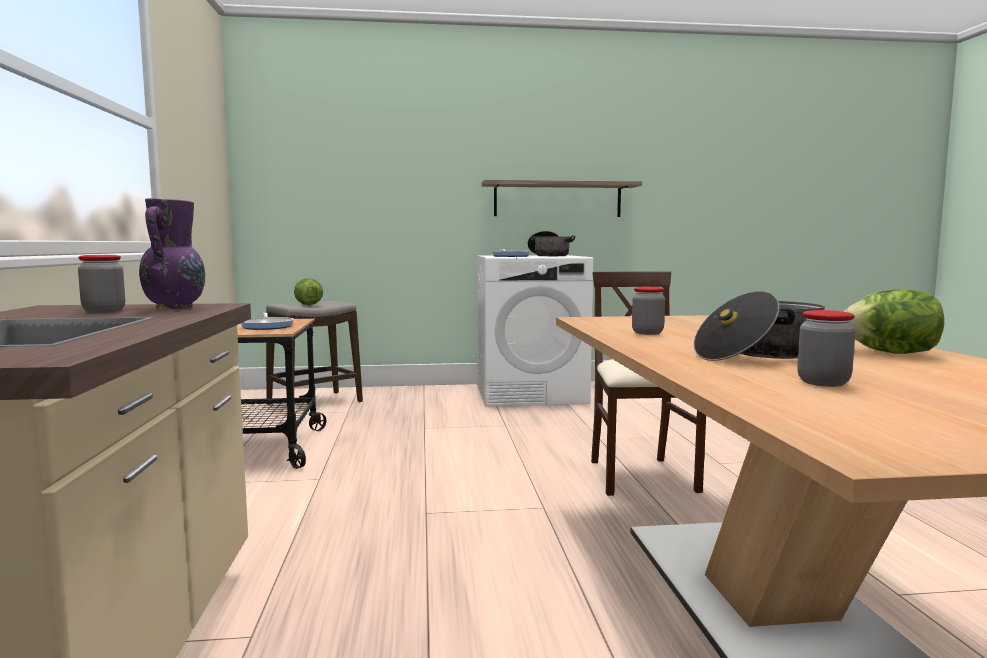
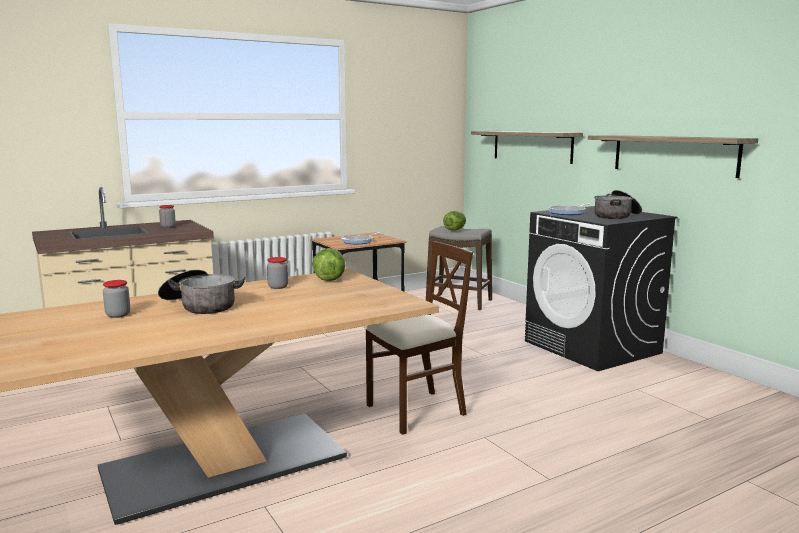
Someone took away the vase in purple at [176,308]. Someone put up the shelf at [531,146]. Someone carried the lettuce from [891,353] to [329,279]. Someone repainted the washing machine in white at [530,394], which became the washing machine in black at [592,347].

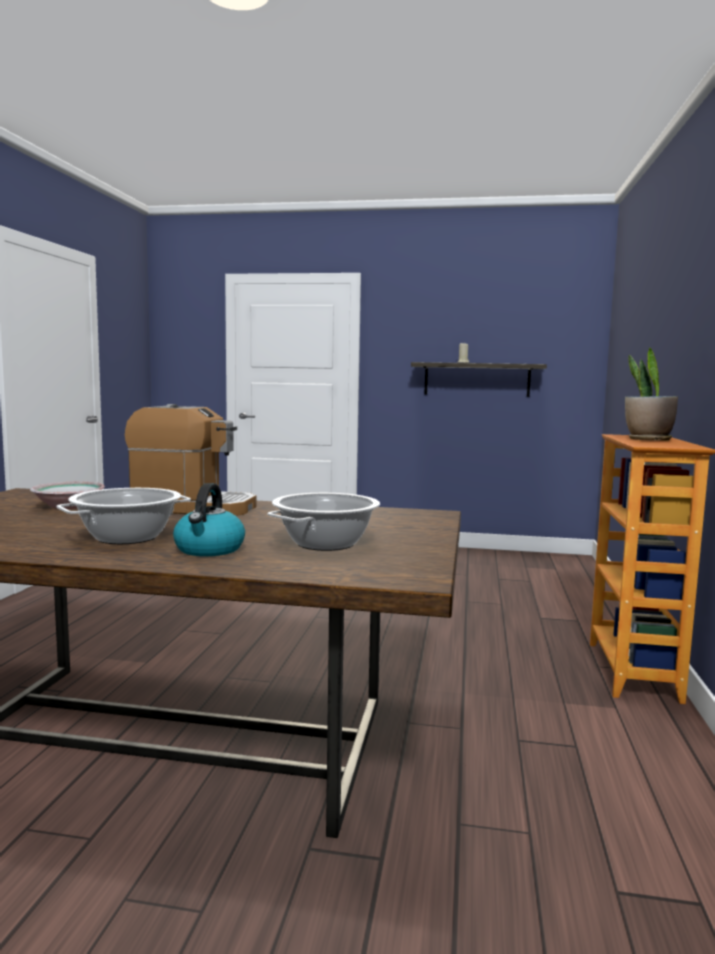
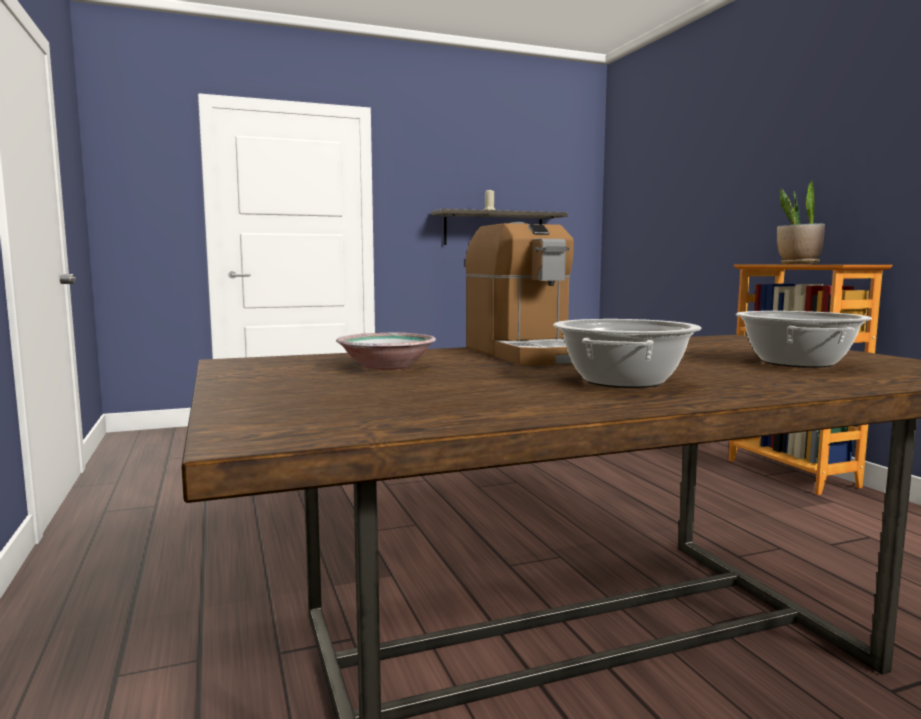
Someone took away the kettle at [209,549]. Someone rotated the coffee machine at [193,508] by 90 degrees clockwise.

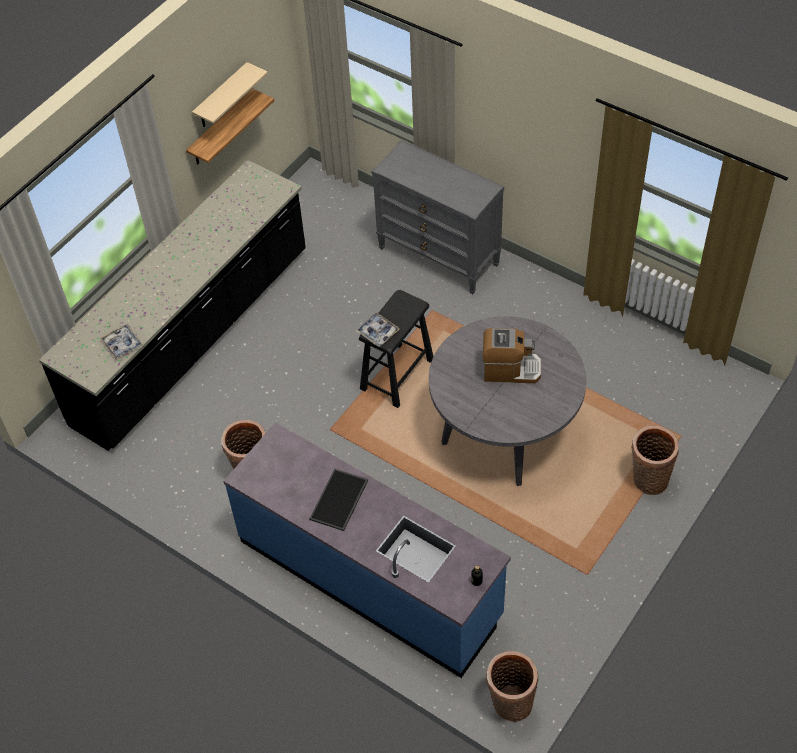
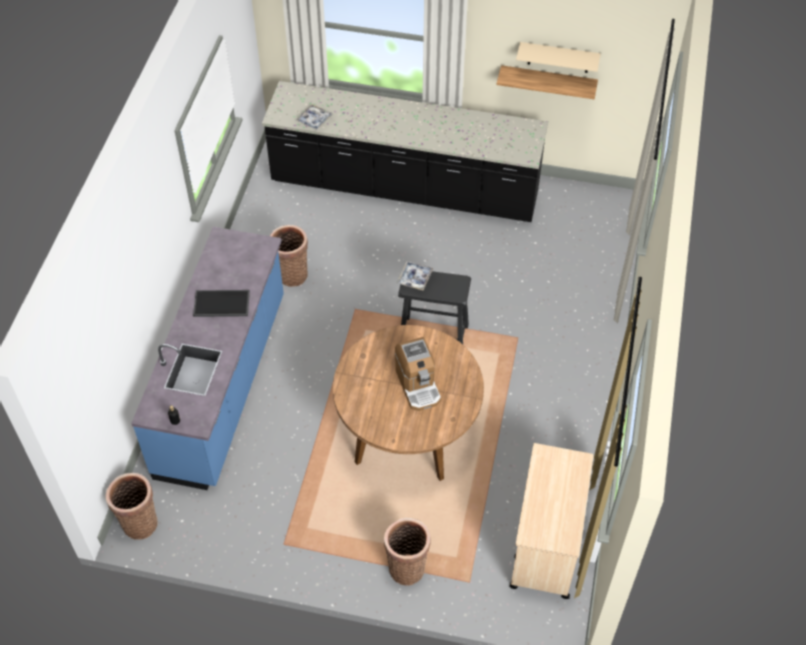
Someone took away the dresser in grey at [439,256]. Someone put down the cart in beige at [546,544]. Someone repainted the dining table in grey at [504,433], which became the dining table in brown at [407,435].

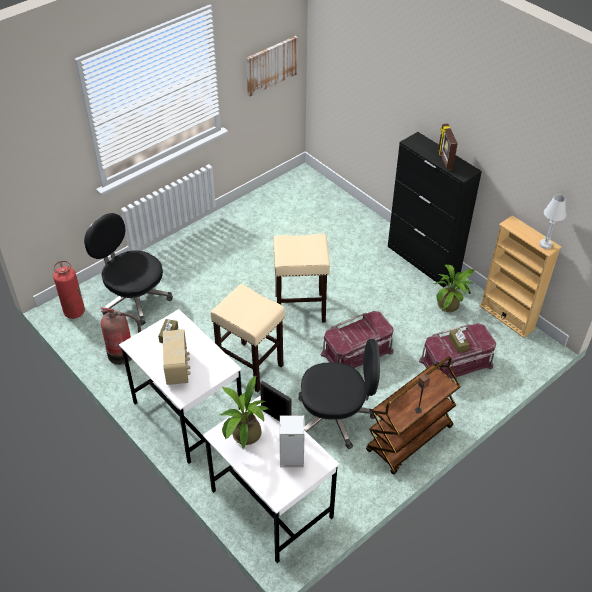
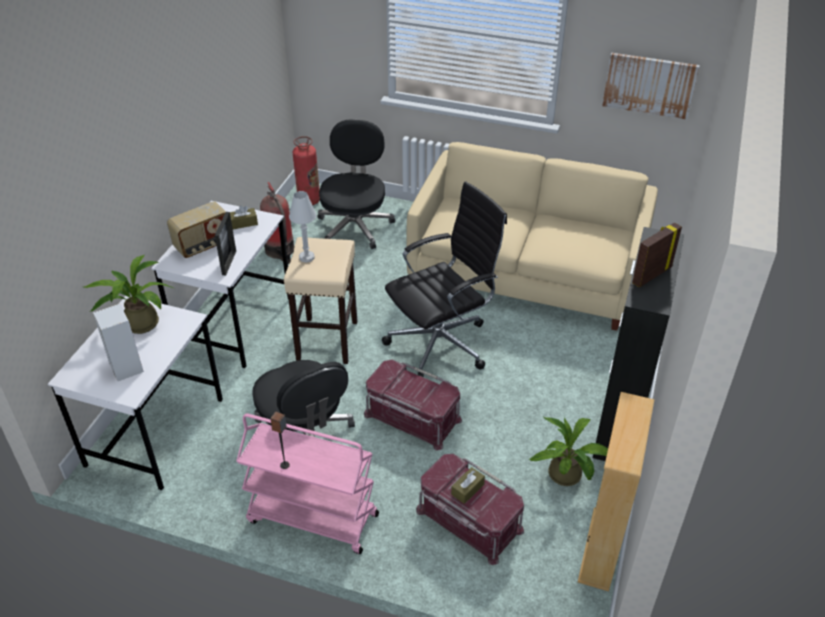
Someone put down the sofa in beige at [527,273]. Someone carried the picture frame from [276,417] to [229,263]. Someone carried the table lamp in white from [545,244] to [306,257]. Someone swapped the stool in beige at [300,308] for the office chair in black at [442,343]. Someone repainted the cart in brown at [409,440], which became the cart in pink at [311,518].

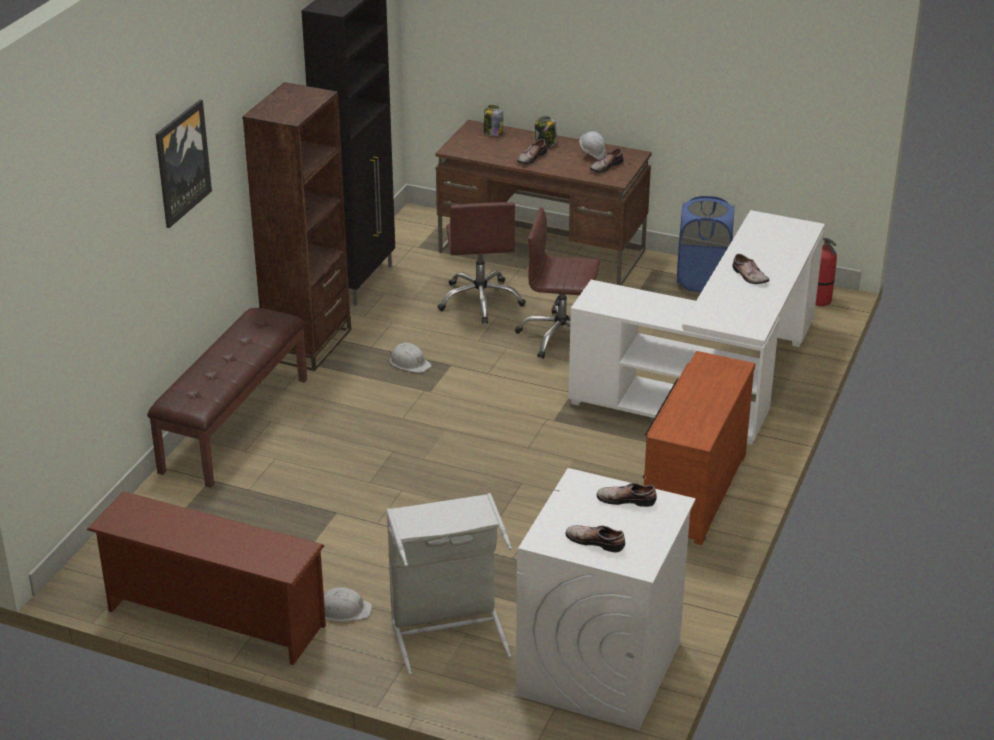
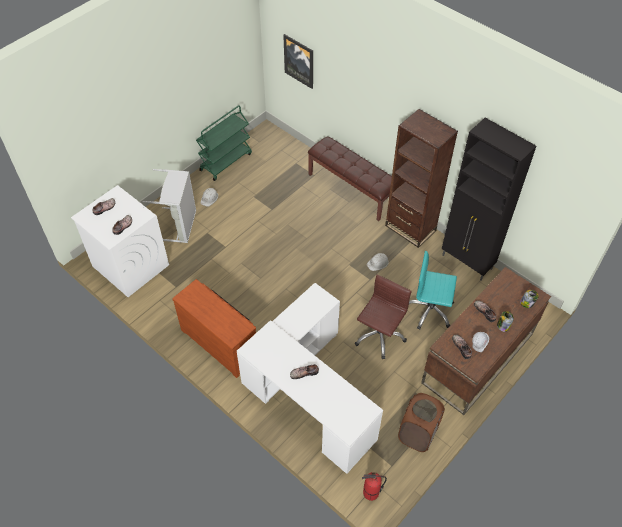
Someone carried the picture from [181,163] to [299,61]. Someone swapped the shoe rack in brown at [213,619] for the cart in green at [226,161]. Someone repainted the office chair in brown at [481,301], which became the office chair in turquoise at [429,310]. Someone repainted the laundry basket in blue at [703,280], which became the laundry basket in brown at [417,434].

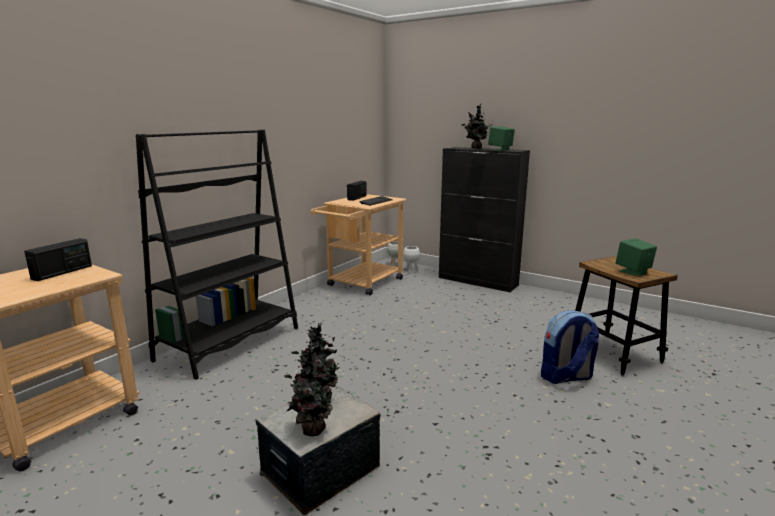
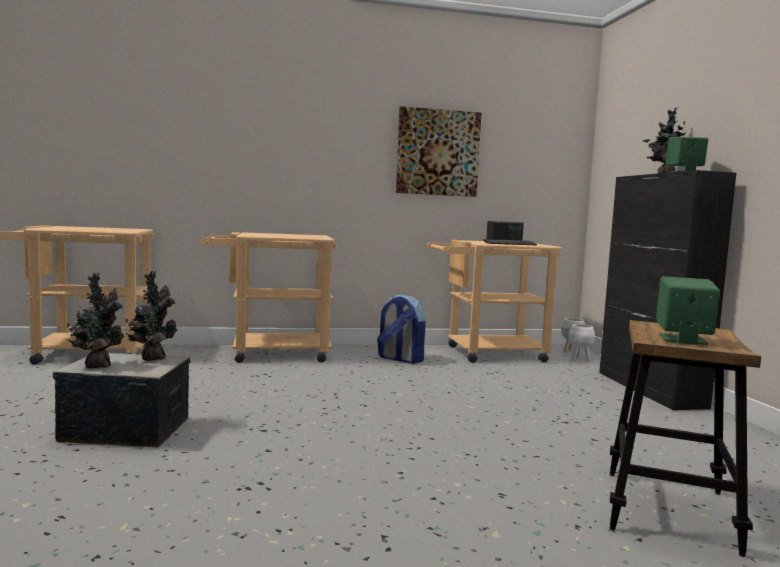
Someone took away the radio at [62,272]. Someone put up the picture at [437,152]. Someone carried the backpack from [566,377] to [399,359]. Someone swapped the bookcase in black at [230,343] for the cart in beige at [270,353].

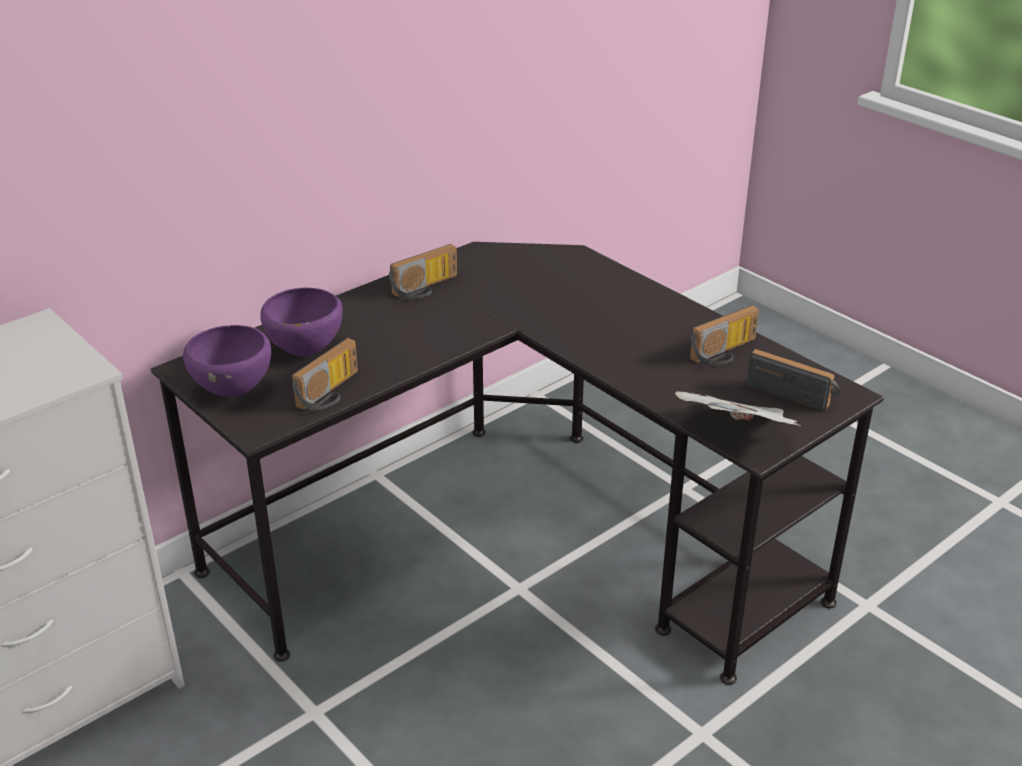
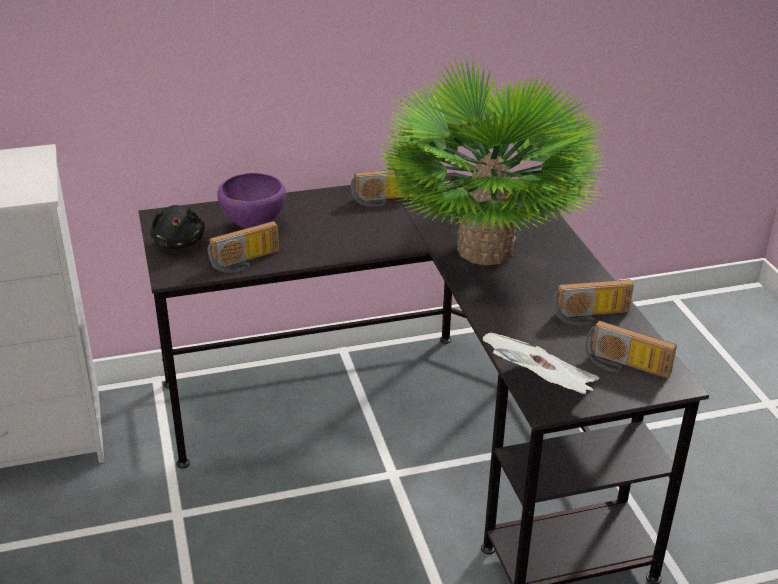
Someone put down the potted plant at [485,250]. Someone swapped the bowl in purple at [234,392] for the plush toy in black at [179,243]. Someone rotated the radio at [793,392] by 150 degrees clockwise.

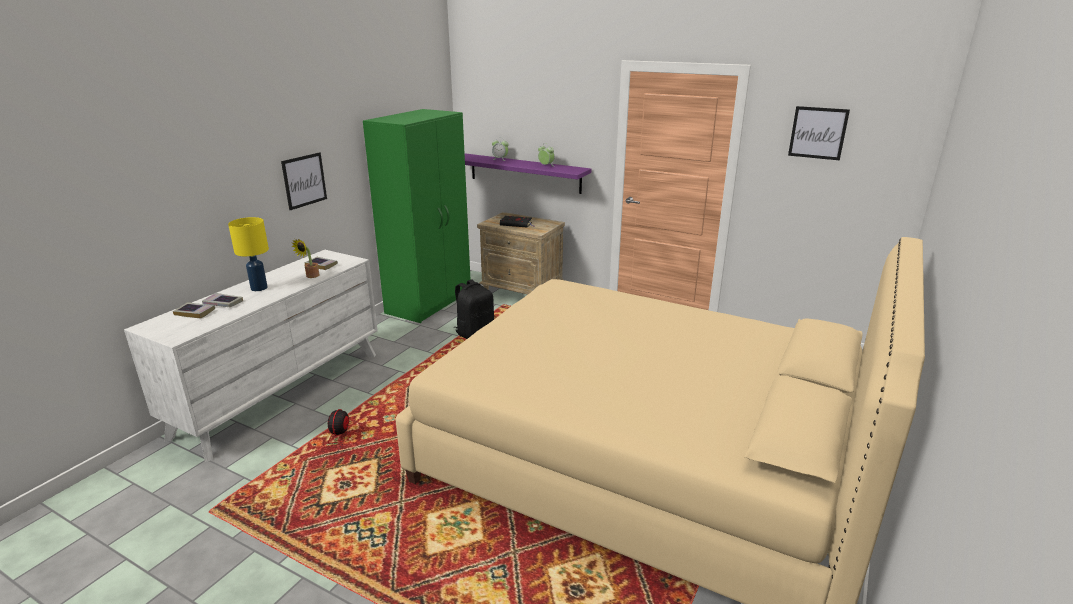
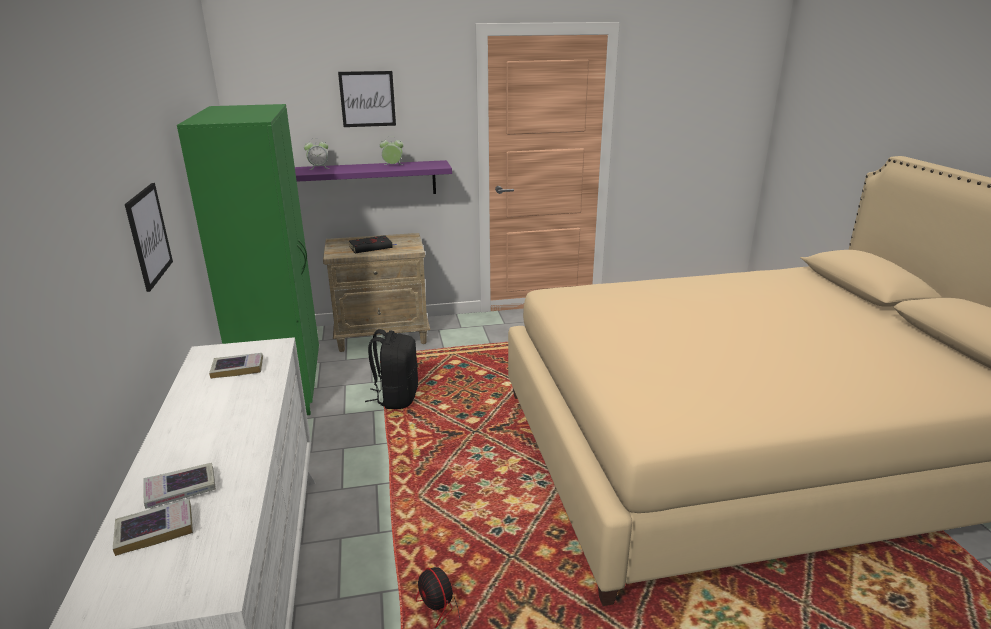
Someone took away the table lamp in yellow at [259,288]. Someone took away the potted plant at [310,276]. Someone carried the picture from [818,133] to [367,99].

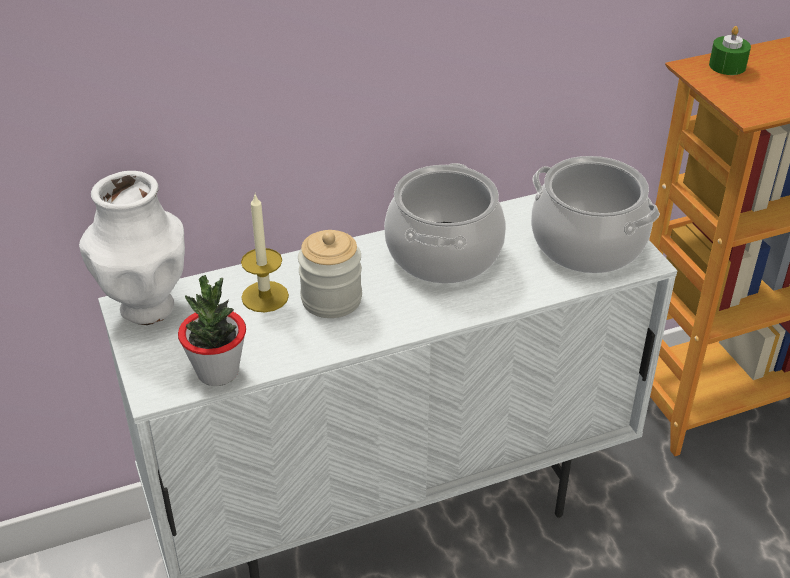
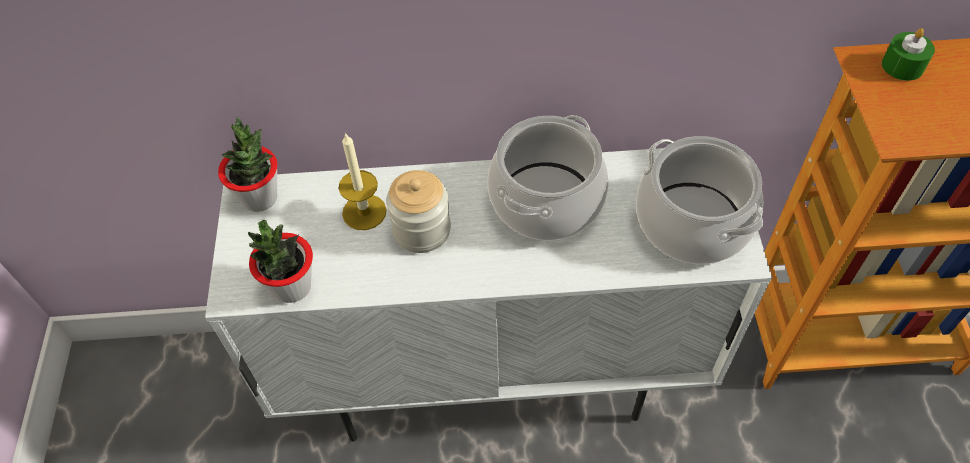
Someone swapped the vase in white at [147,306] for the potted plant at [260,198].

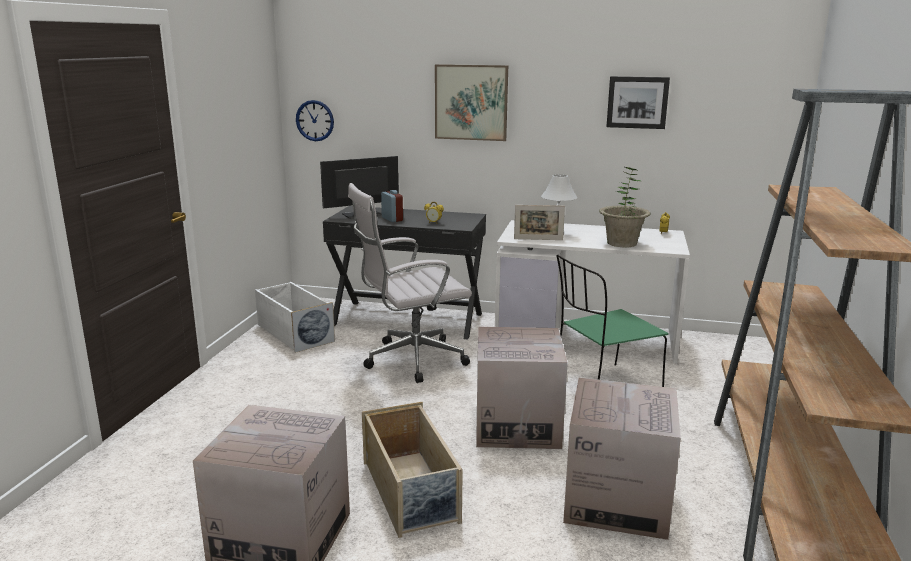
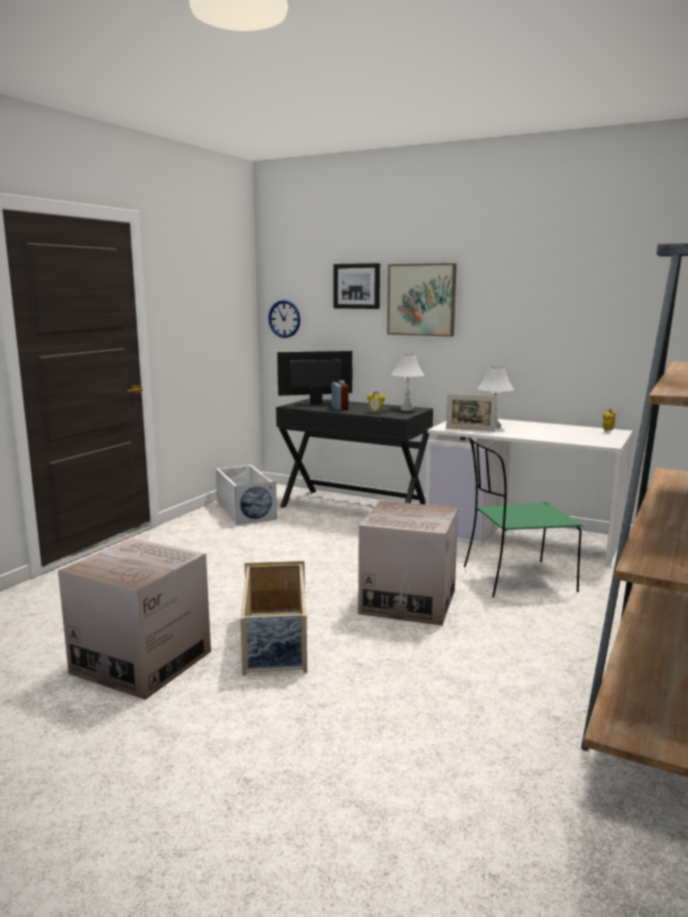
Someone took away the office chair in white at [410,360]. Someone took away the cardboard box at [616,500]. Someone took away the potted plant at [622,243]. Someone put down the table lamp in white at [407,409]. Someone carried the picture from [637,102] to [357,286].

